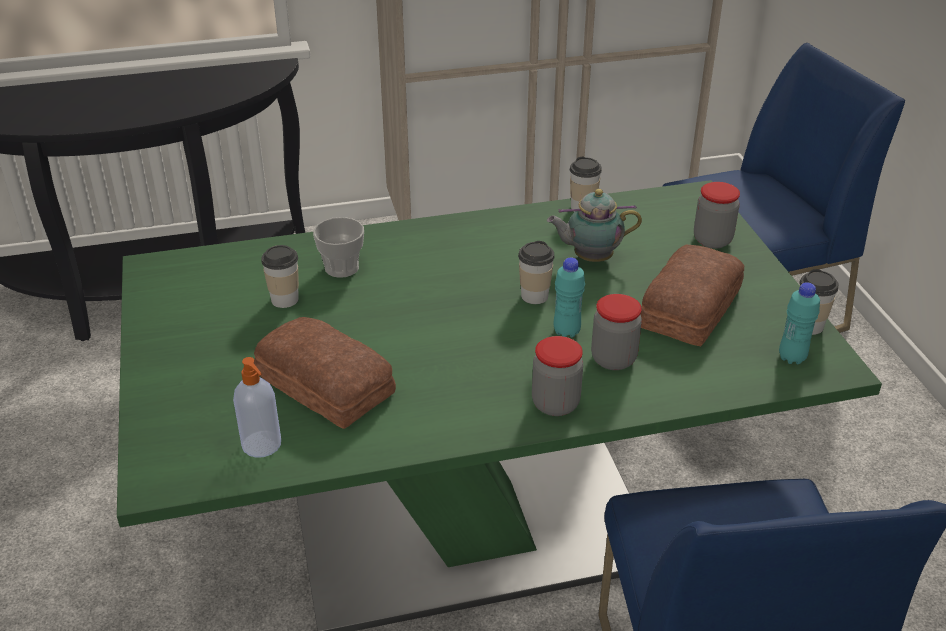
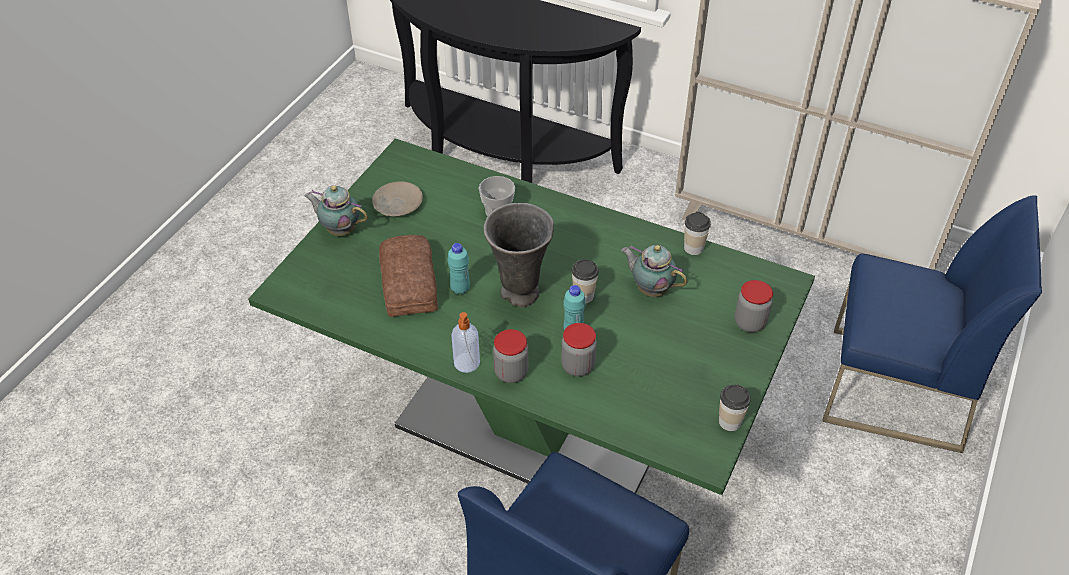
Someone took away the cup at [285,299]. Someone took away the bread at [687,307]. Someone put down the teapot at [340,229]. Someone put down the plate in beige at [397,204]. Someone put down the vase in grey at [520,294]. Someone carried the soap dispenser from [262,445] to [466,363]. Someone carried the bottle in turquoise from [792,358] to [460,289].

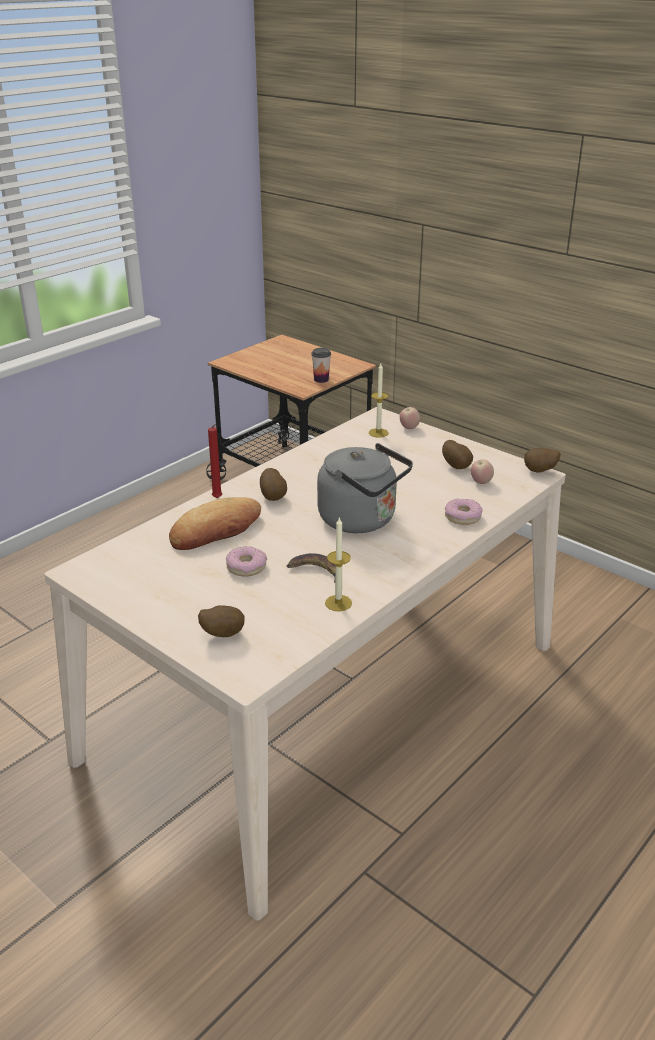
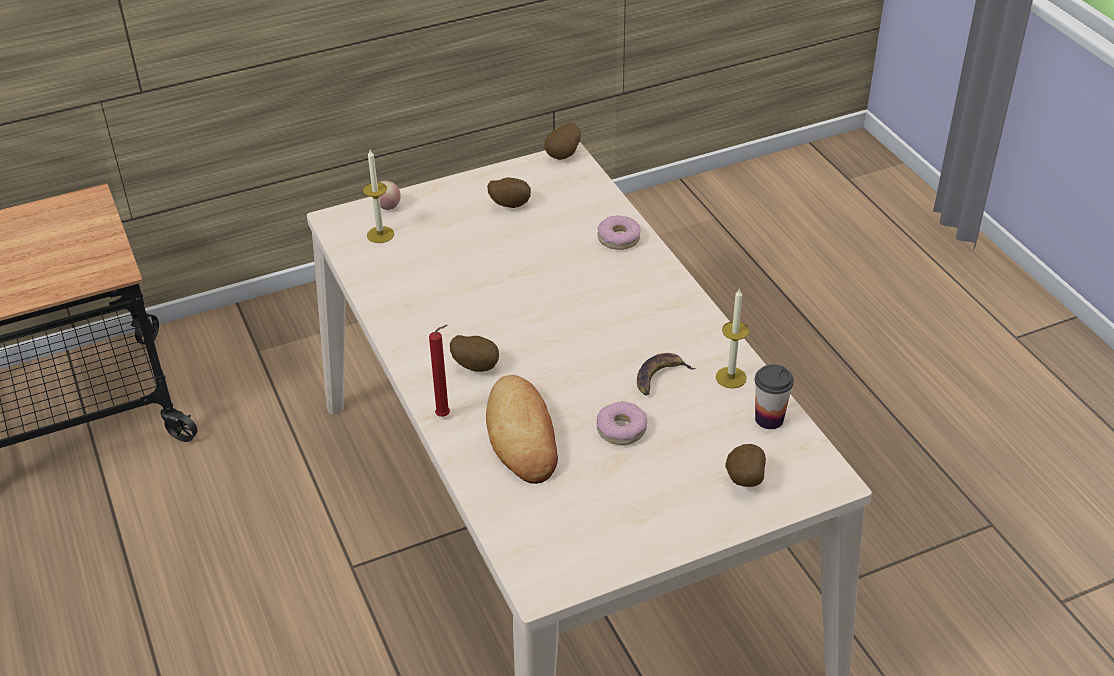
Someone took away the kettle in grey at [362,520]. Someone took away the apple at [481,482]. Someone carried the cup from [321,379] to [769,419].

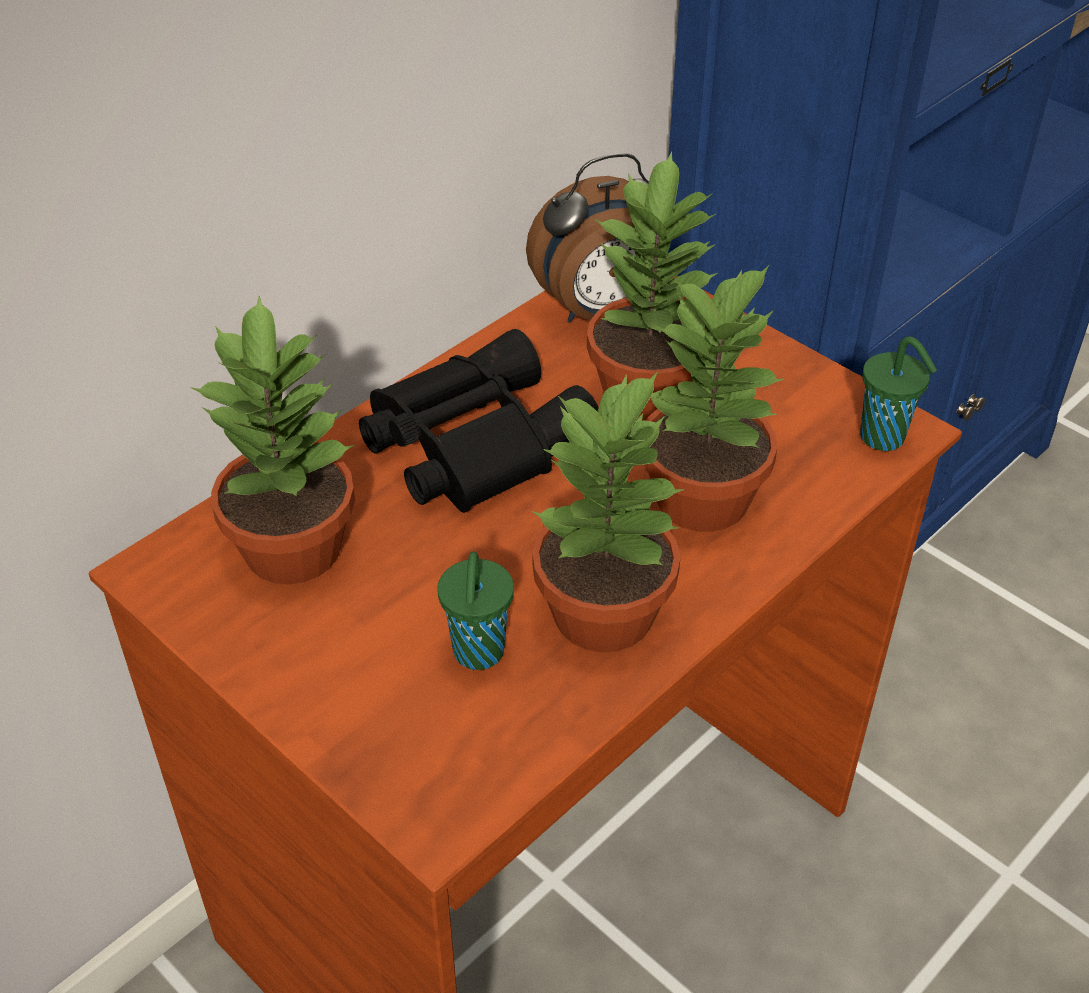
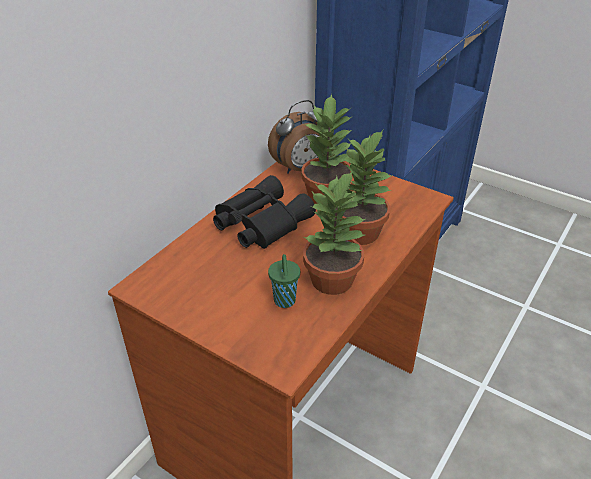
Someone took away the potted plant at [295,547]. Someone took away the cup in green at [884,438].

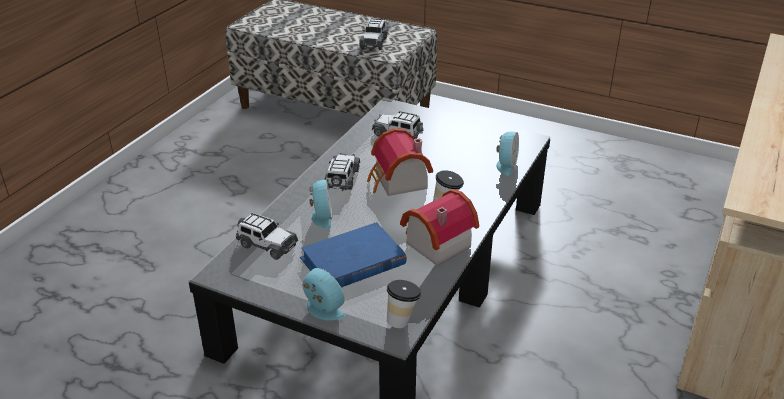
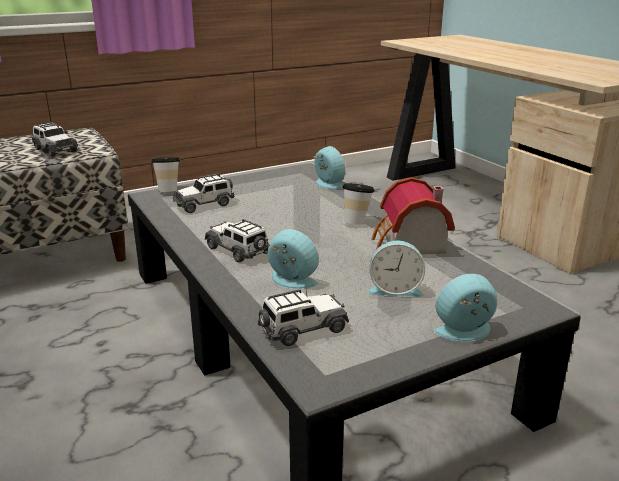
Someone took away the toy house at [398,182]. Someone carried the cup from [402,320] to [168,190]. Someone swapped the book in blue at [353,262] for the alarm clock at [395,289].

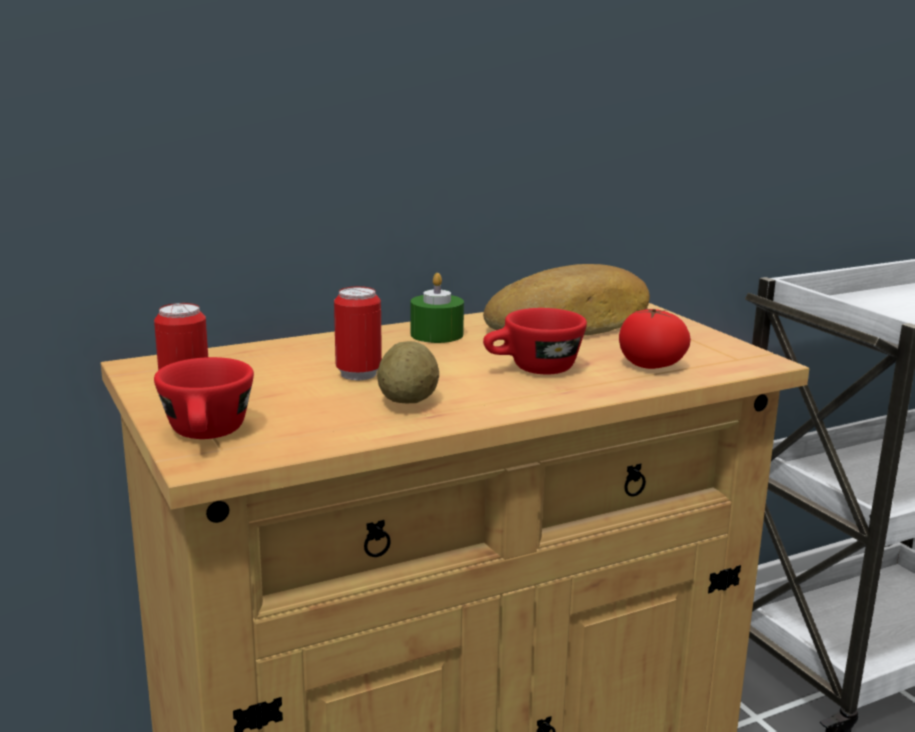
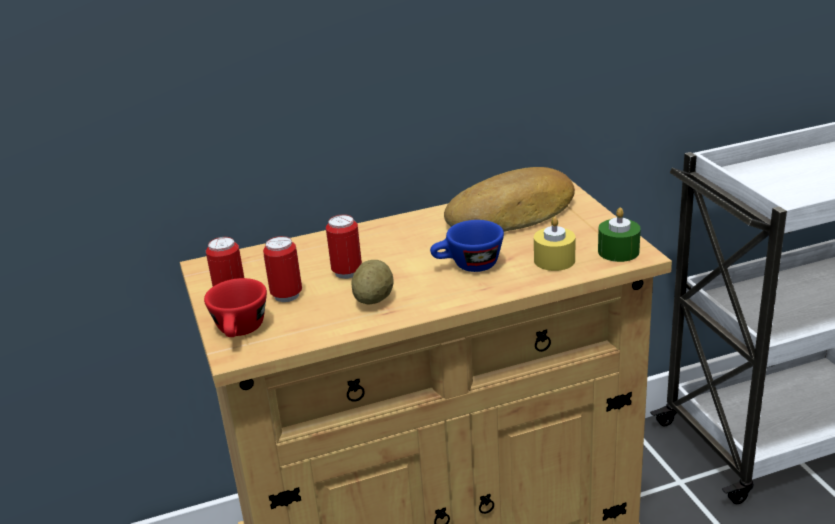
Someone put down the can at [286,295]. Someone carried the candle in green from [436,334] to [618,251]. Someone swapped the tomato at [651,365] for the candle in yellow at [554,260]. Someone repainted the cup in red at [533,369], which became the cup in blue at [468,266].

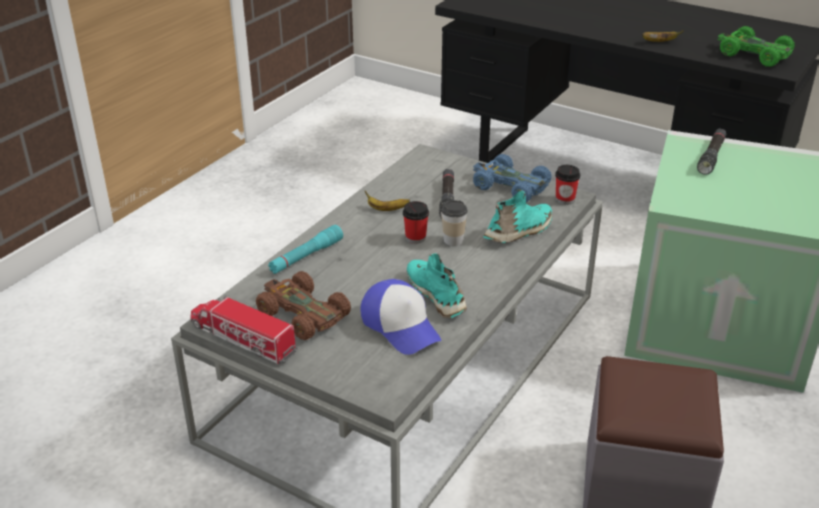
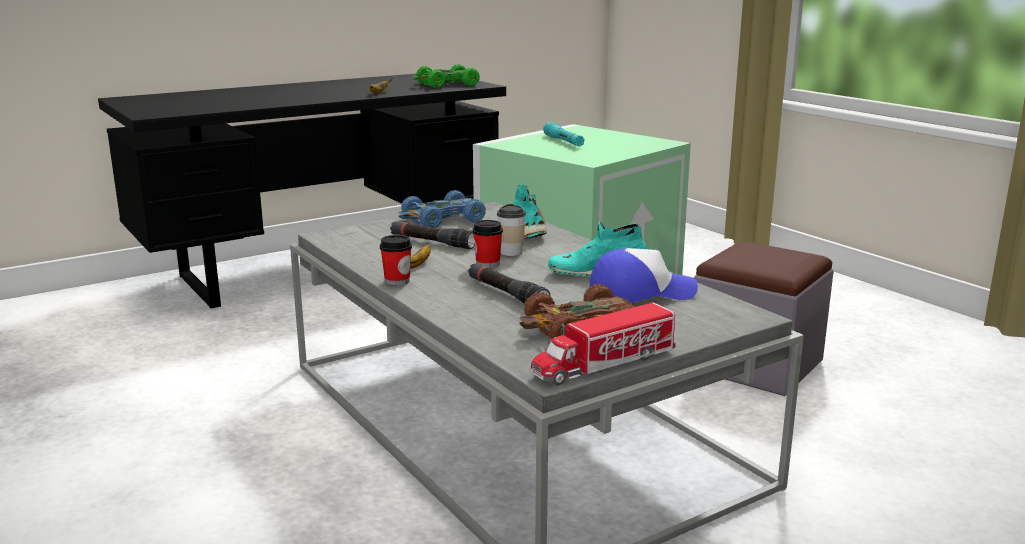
Someone carried the flashlight in turquoise from [306,256] to [563,141]. Someone carried the cup from [565,199] to [397,281]. Someone carried the flashlight in black from [711,156] to [506,294].

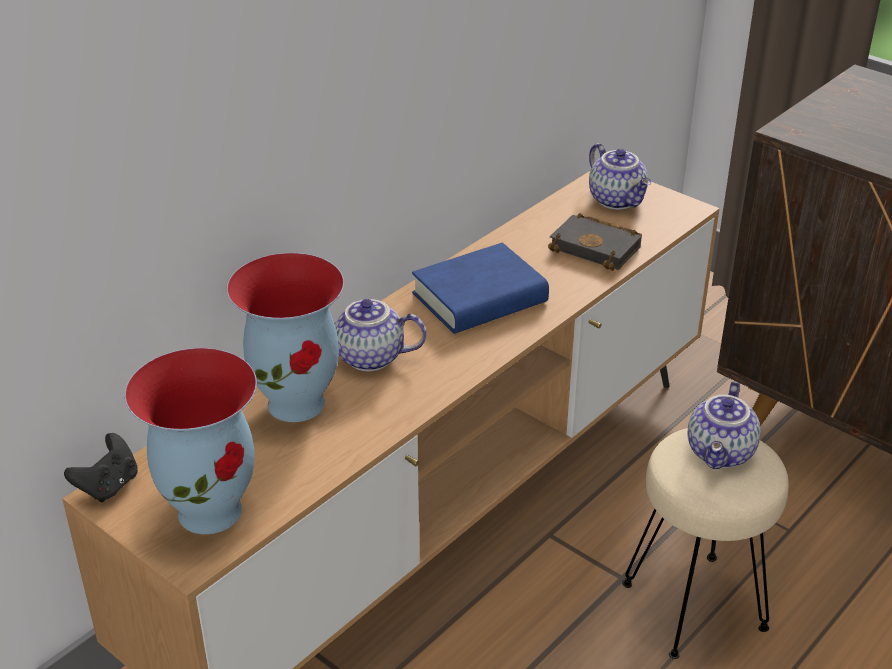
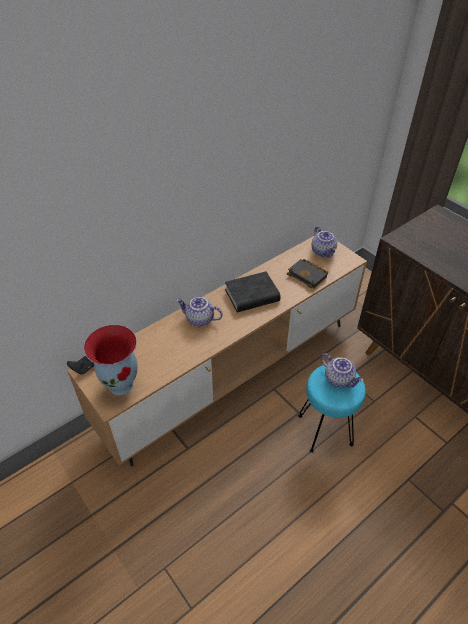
Someone took away the vase at [298,402]. Someone repainted the book in blue at [479,298], which became the book in black at [252,295]. Someone repainted the stool in beige at [696,605], which became the stool in turquoise at [326,430]. Someone rotated the teapot at [722,453] by 75 degrees counterclockwise.

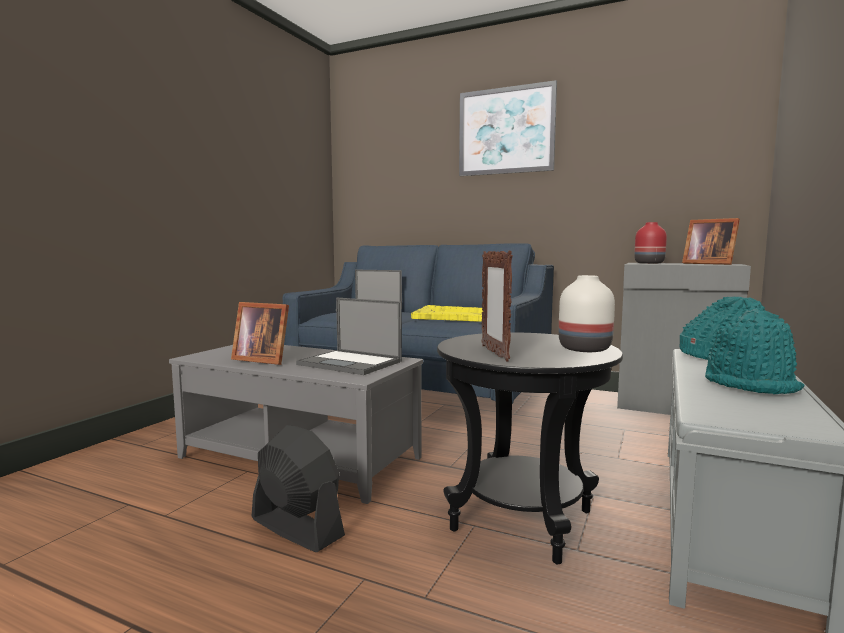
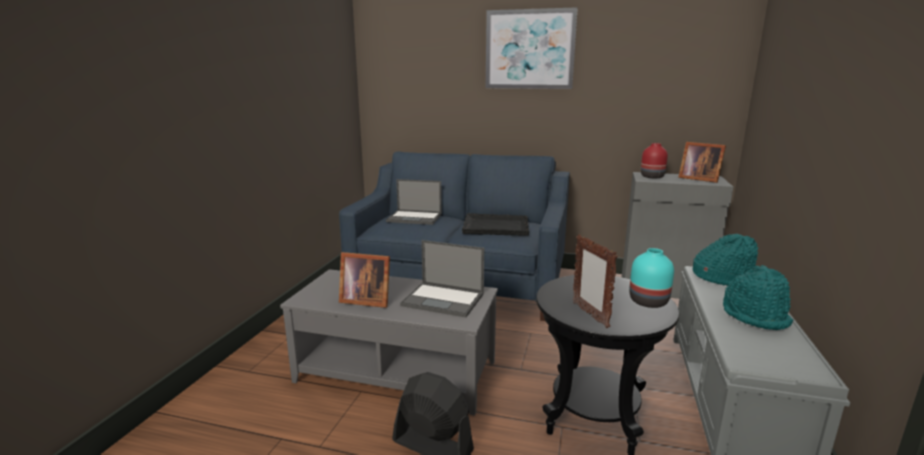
Someone repainted the tray in yellow at [454,316], which became the tray in black at [495,226]. Someone repainted the vase in white at [585,349], which became the vase in turquoise at [649,302].

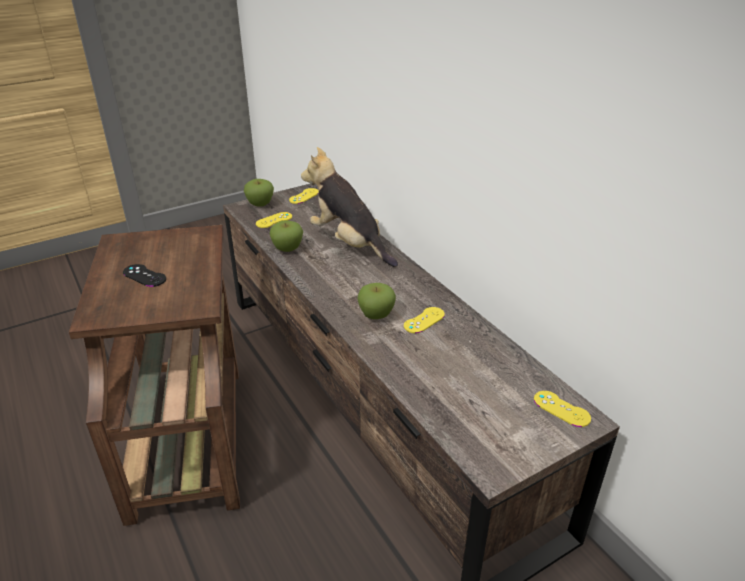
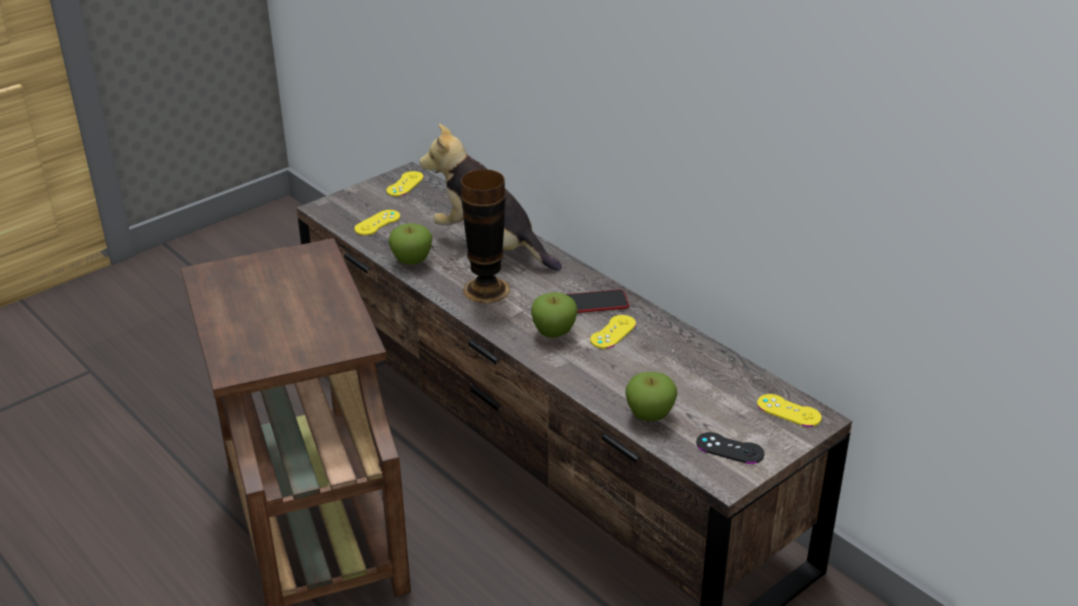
Someone put down the vase at [486,289]. Someone put down the phone at [595,303]. Someone carried the game controller in black from [144,276] to [730,448]. Someone carried the apple from [260,204] to [649,415].

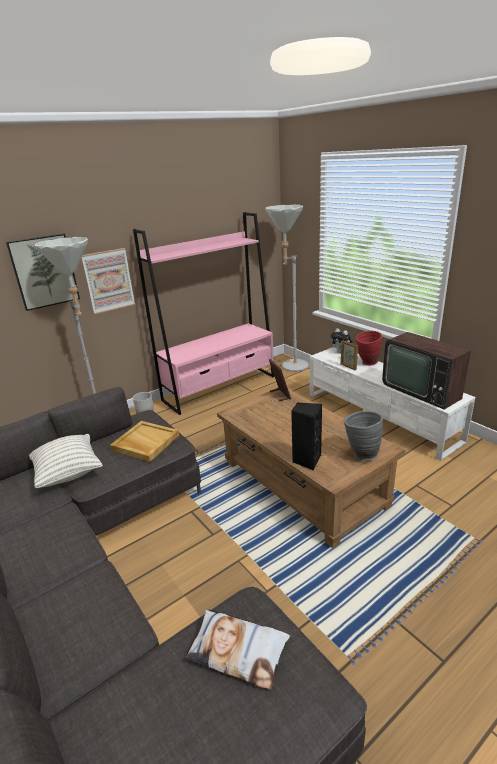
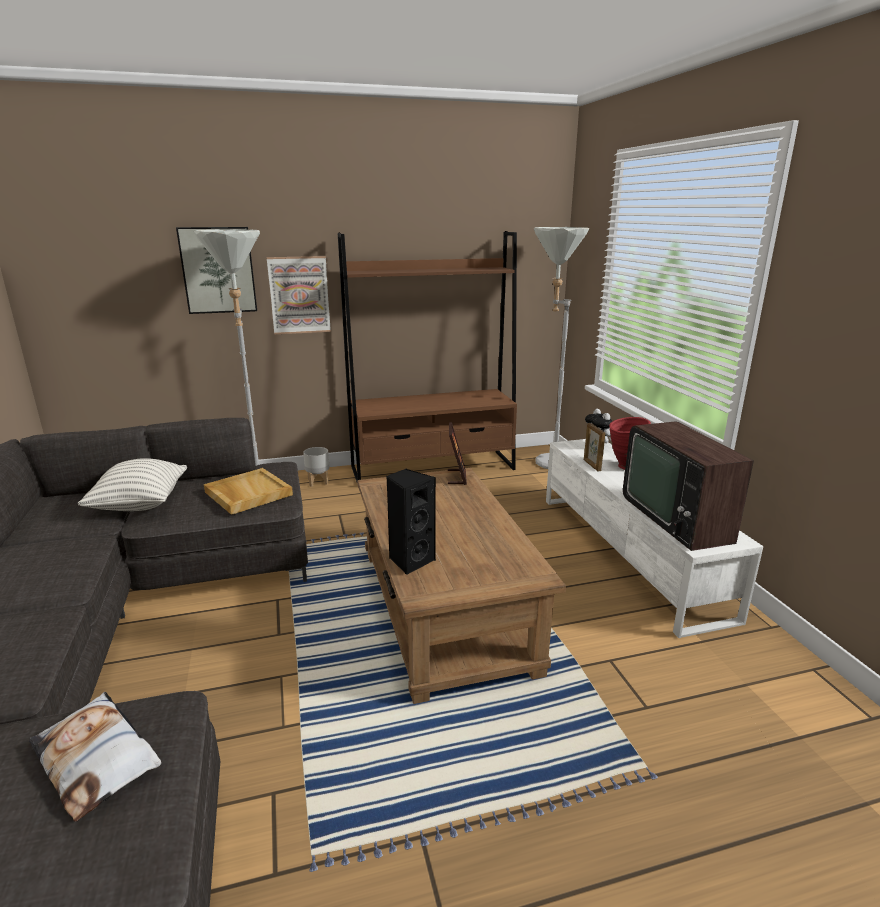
Someone took away the vase in grey at [360,454]. Someone repainted the bookcase in pink at [220,388], which became the bookcase in brown at [433,468].

